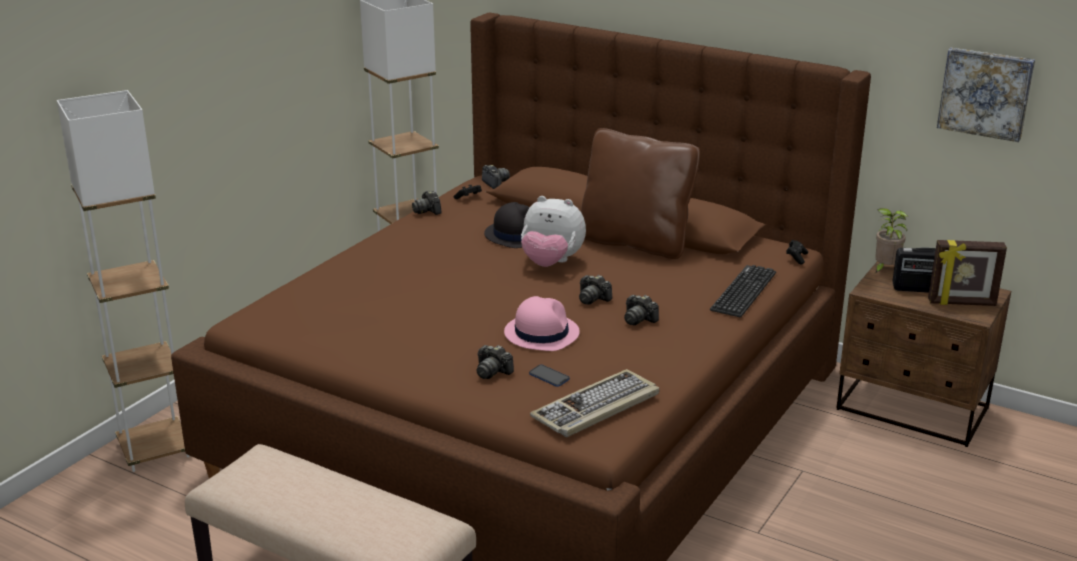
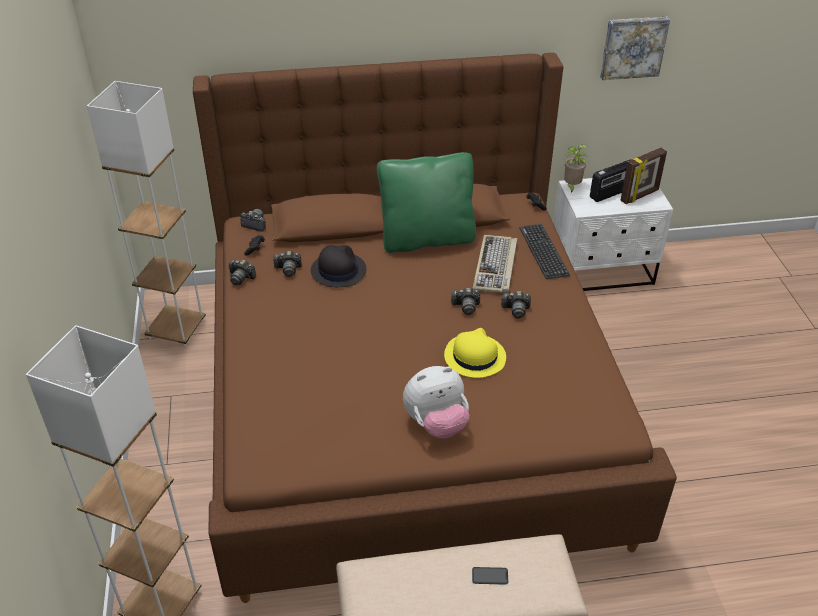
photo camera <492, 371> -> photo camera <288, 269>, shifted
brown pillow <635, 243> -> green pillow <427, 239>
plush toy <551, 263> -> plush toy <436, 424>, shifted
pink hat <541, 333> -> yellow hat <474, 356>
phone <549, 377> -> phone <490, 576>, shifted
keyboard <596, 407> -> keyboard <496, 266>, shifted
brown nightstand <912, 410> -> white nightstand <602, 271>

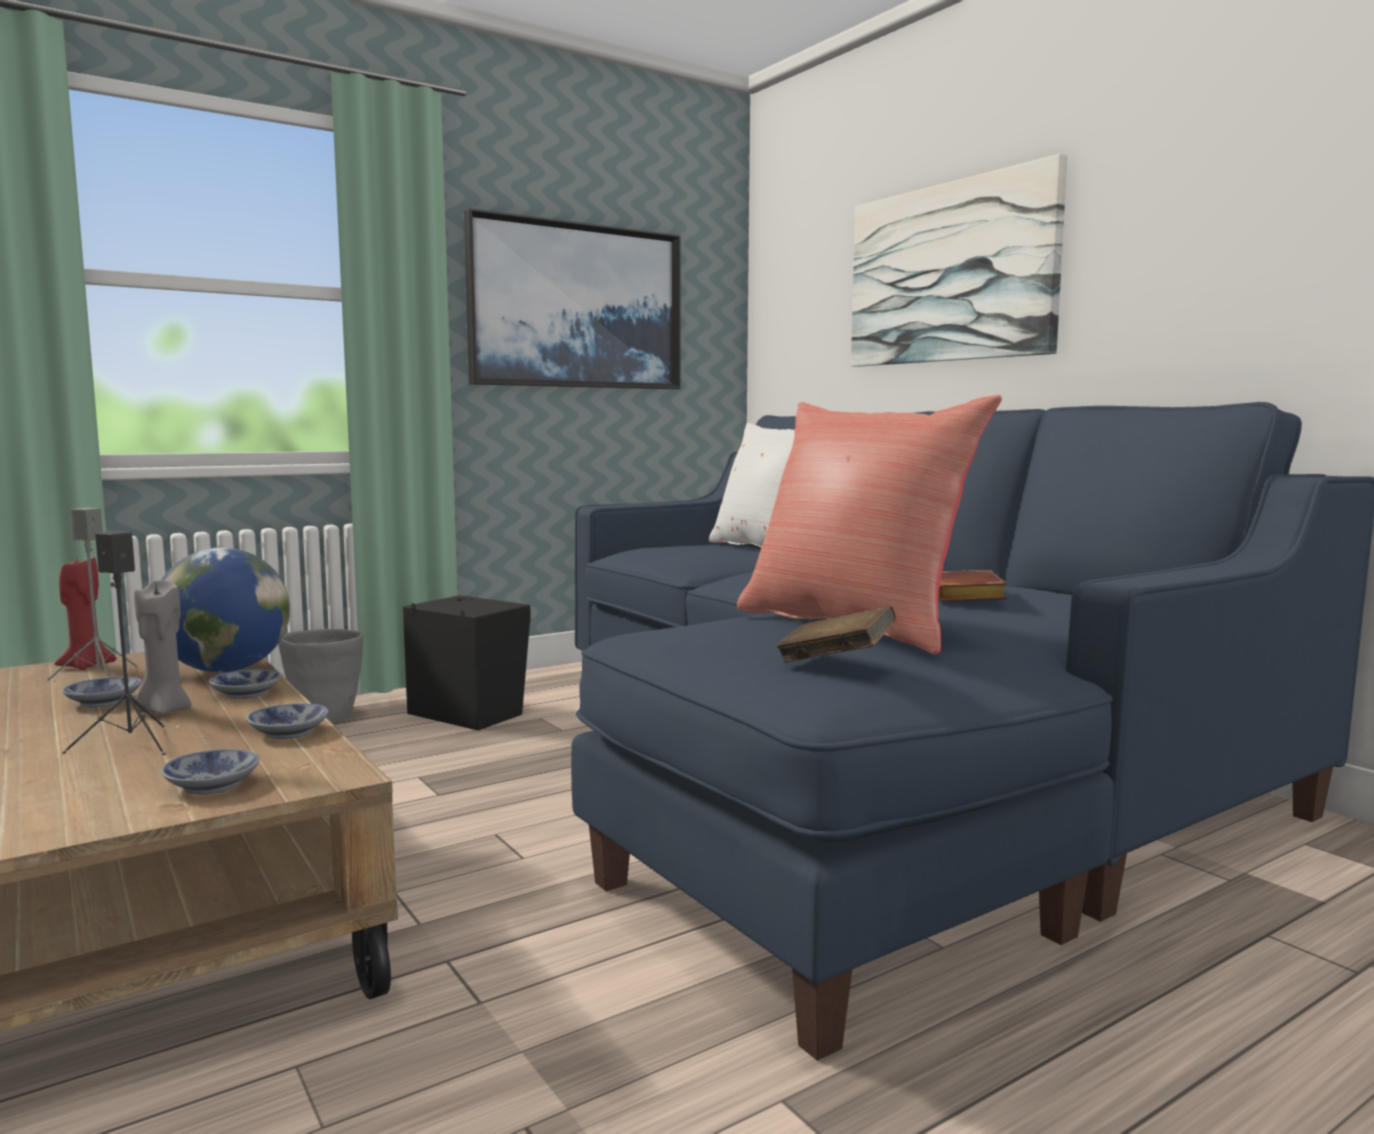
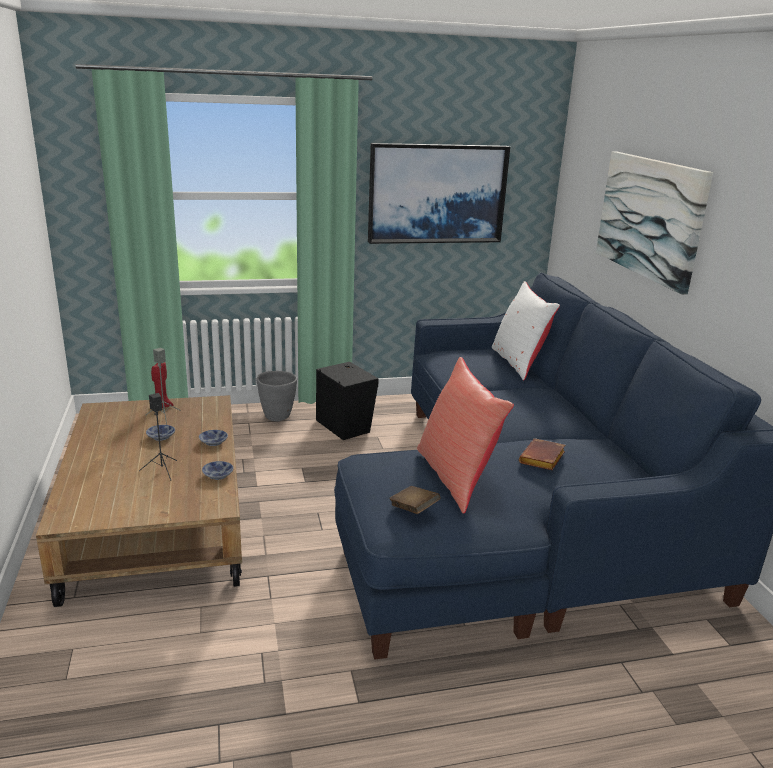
grey candle <163, 710> -> none
globe <226, 670> -> none
bowl <208, 785> -> none

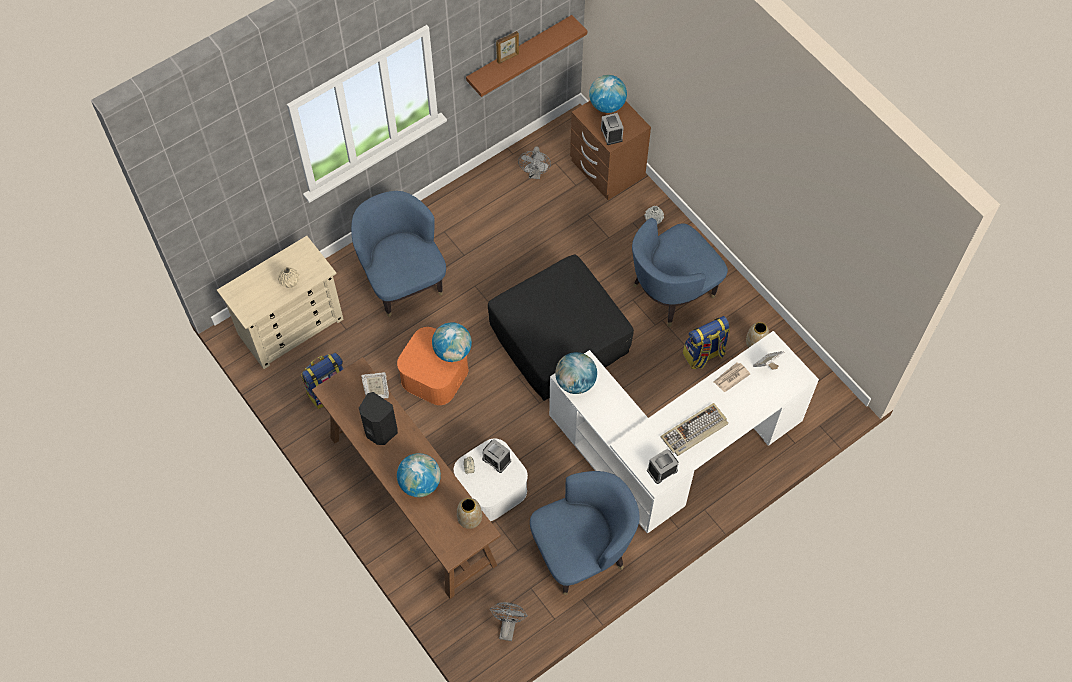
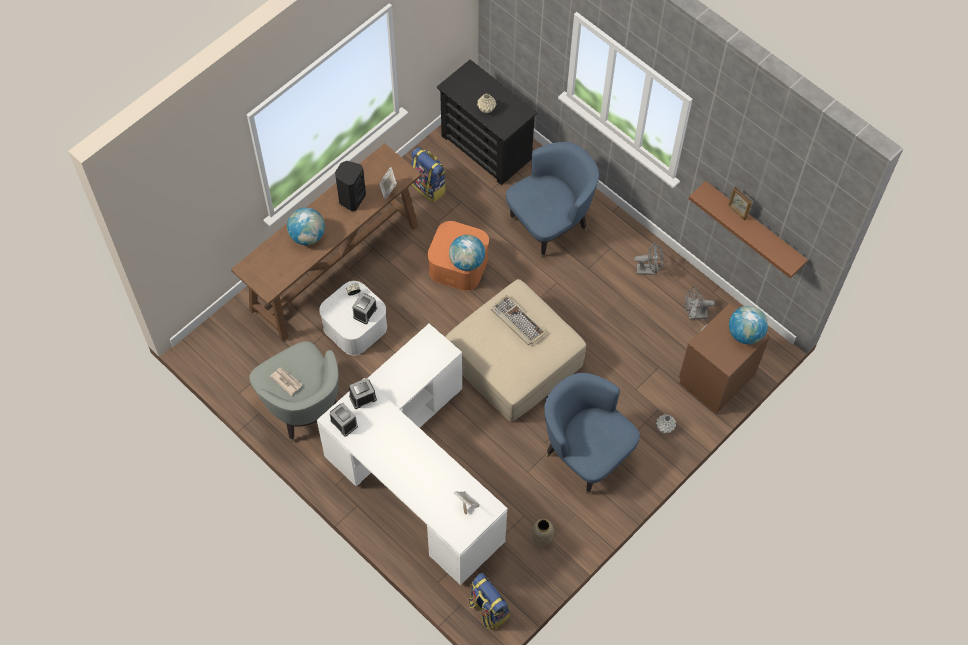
blue armchair <582, 552> -> grey armchair <302, 407>
newspaper <730, 377> -> newspaper <286, 381>, shifted
alarm clock <611, 134> -> alarm clock <363, 397>, shifted
beige dresser <291, 326> -> black dresser <486, 148>
black ottoman <558, 339> -> beige ottoman <513, 360>
backpack <704, 354> -> backpack <488, 609>, shifted
keyboard <694, 431> -> keyboard <517, 321>, shifted
grey fan <507, 625> -> grey fan <649, 270>, shifted
vase <470, 519> -> none
globe <575, 382> -> none

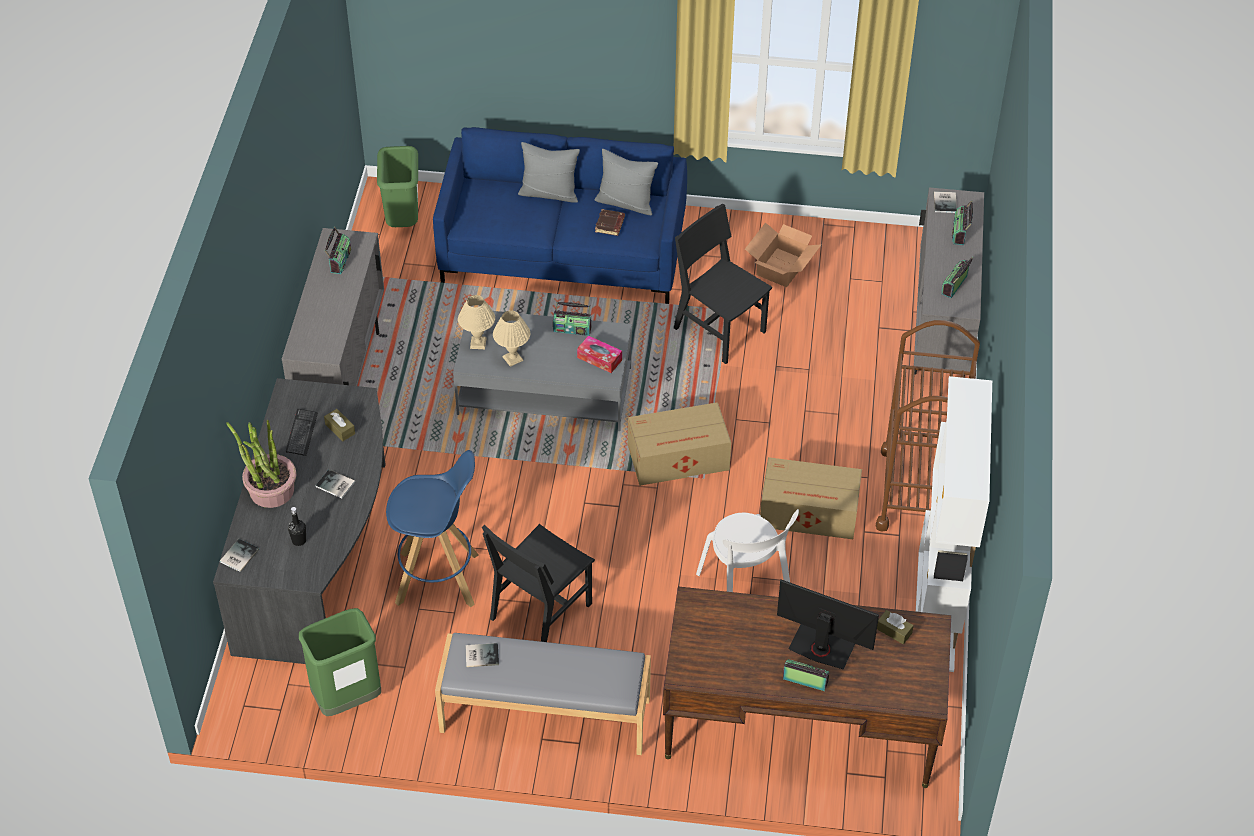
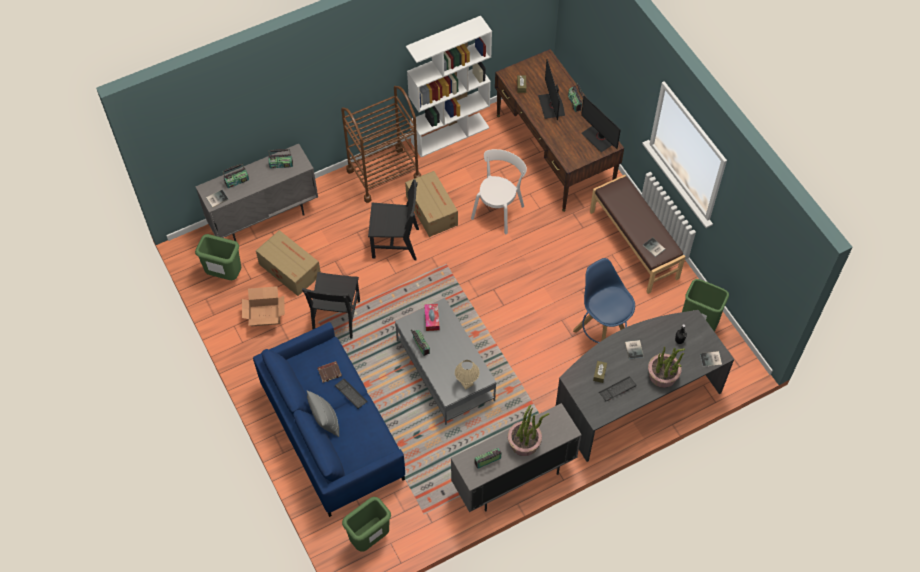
none -> green trash can <224, 275>
cardboard box <680, 457> -> cardboard box <289, 269>, shifted
none -> keyboard <351, 394>
black chair <541, 611> -> black chair <395, 243>, shifted
none -> potted plant <524, 442>
none -> monitor <599, 138>
grey bench <545, 716> -> brown bench <634, 244>
beige table lamp <513, 359> -> none
grey pillow <625, 203> -> none

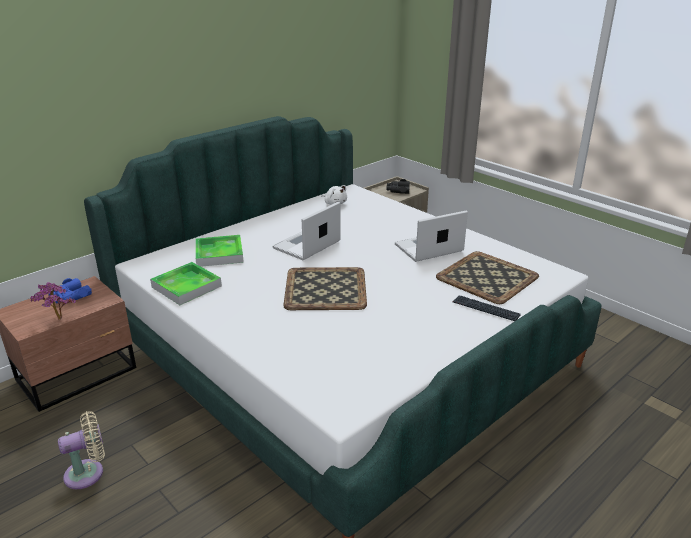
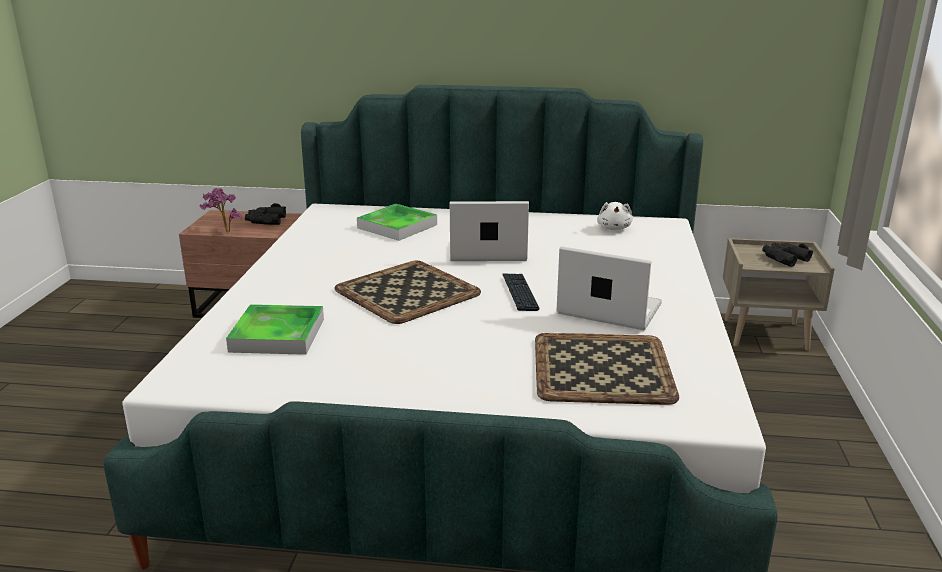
tray <186, 286> -> tray <277, 335>, shifted
blue binoculars <70, 296> -> black binoculars <265, 220>
keyboard <485, 309> -> keyboard <519, 293>, shifted
beige fan <88, 473> -> none

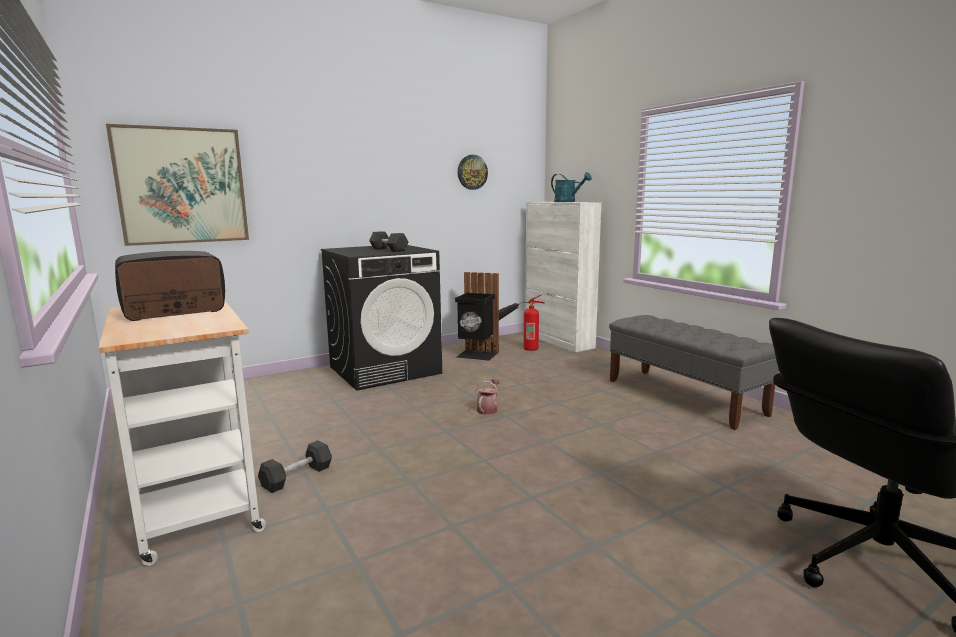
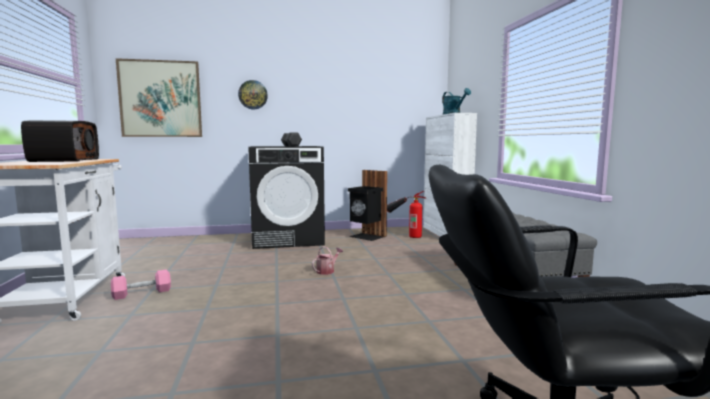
radio <173, 311> -> radio <64, 160>, 90 degrees clockwise
grey dumbbell <297, 477> -> pink dumbbell <142, 293>
wall clock <472, 172> -> wall clock <253, 95>, shifted

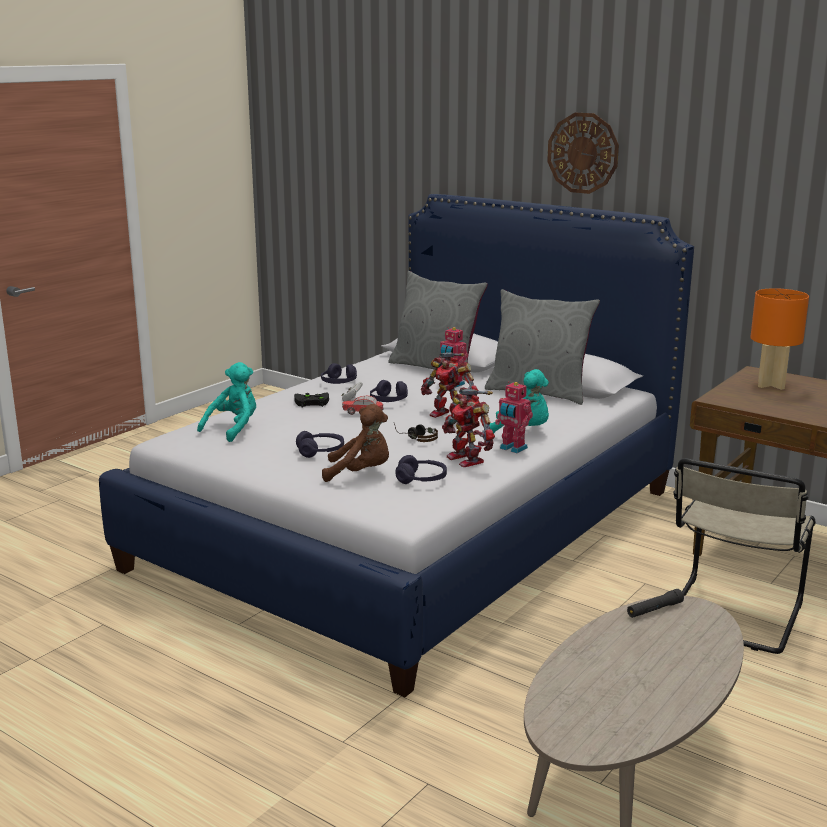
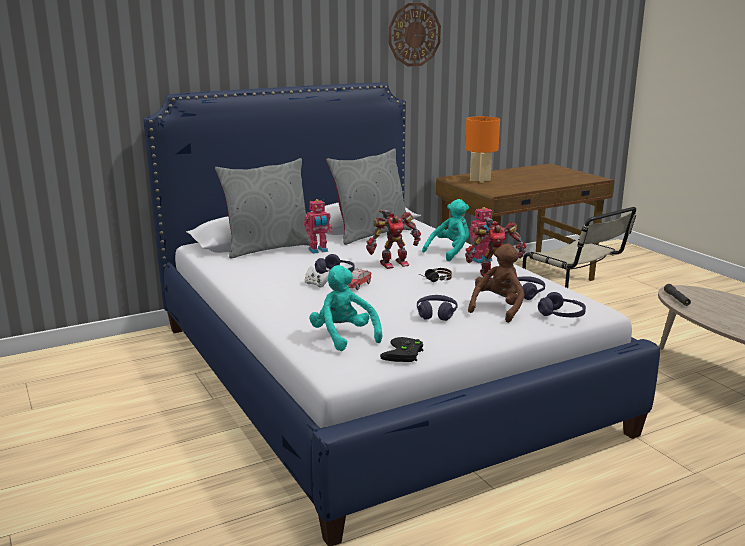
black game controller <310, 402> -> black game controller <404, 354>, shifted
wall clock <583, 153> -> wall clock <414, 34>, shifted
purple headphones <339, 382> -> purple headphones <561, 315>, shifted

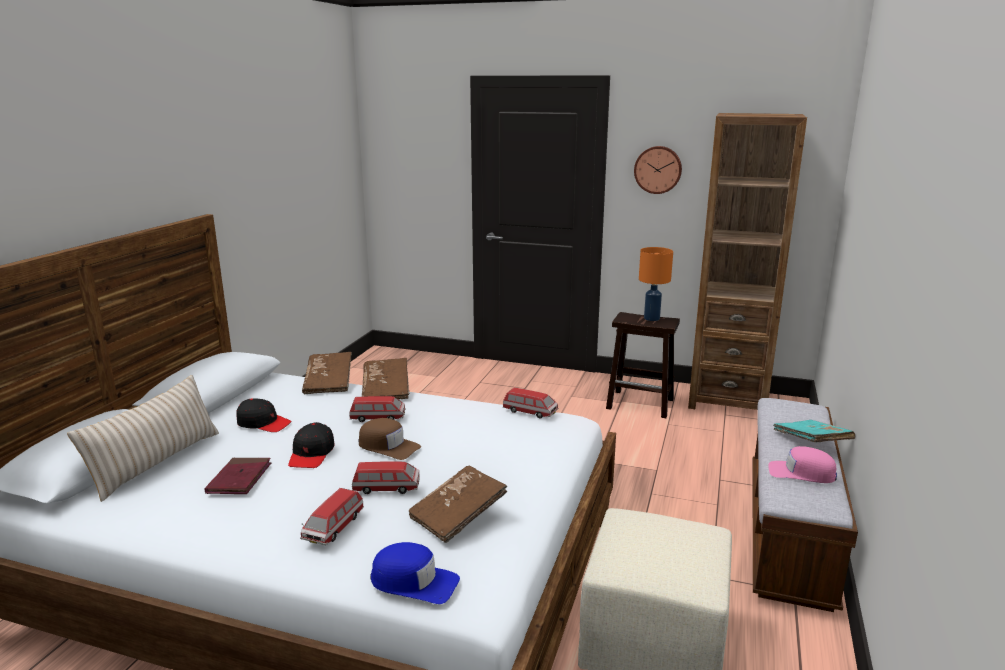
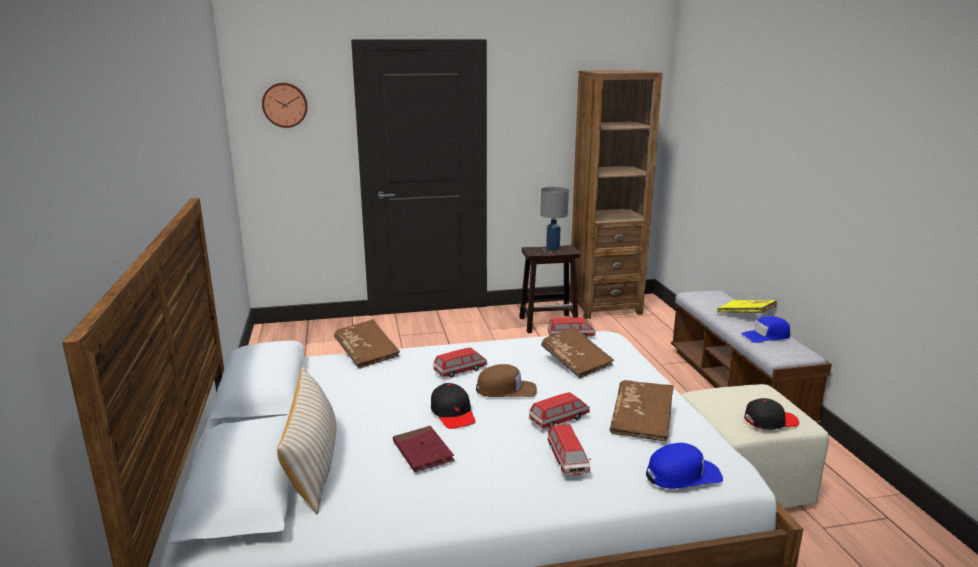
wall clock <658, 169> -> wall clock <285, 105>, shifted
orange table lamp <652, 318> -> grey table lamp <553, 248>
brown book <386, 390> -> brown book <576, 362>, shifted
turquoise book <811, 442> -> yellow book <746, 315>
pink cap <801, 473> -> blue cap <766, 336>
black cap <263, 423> -> black cap <770, 421>, shifted

